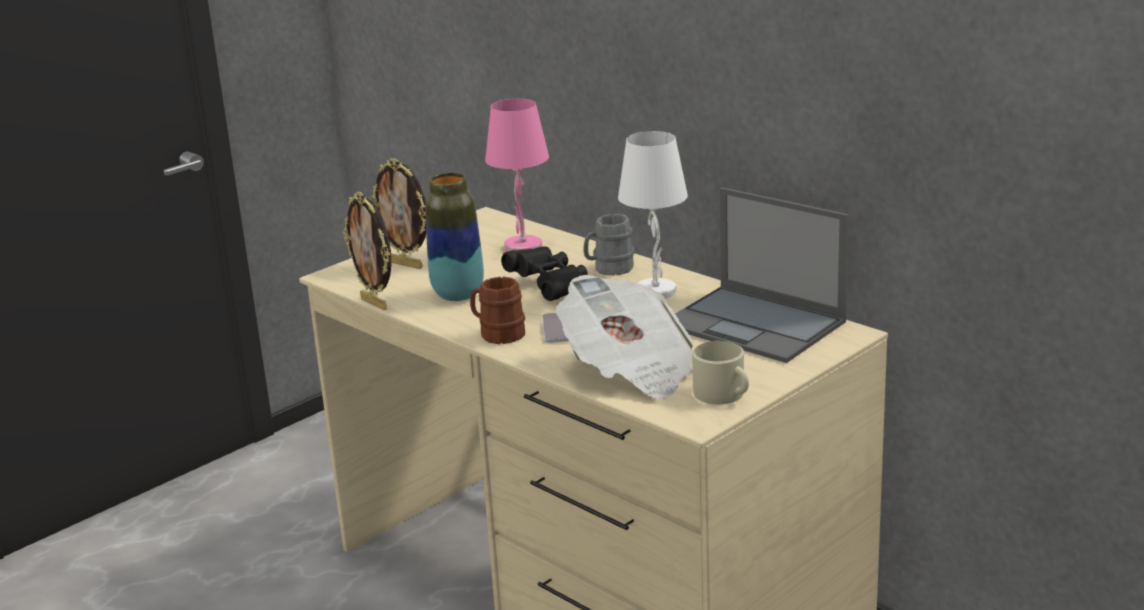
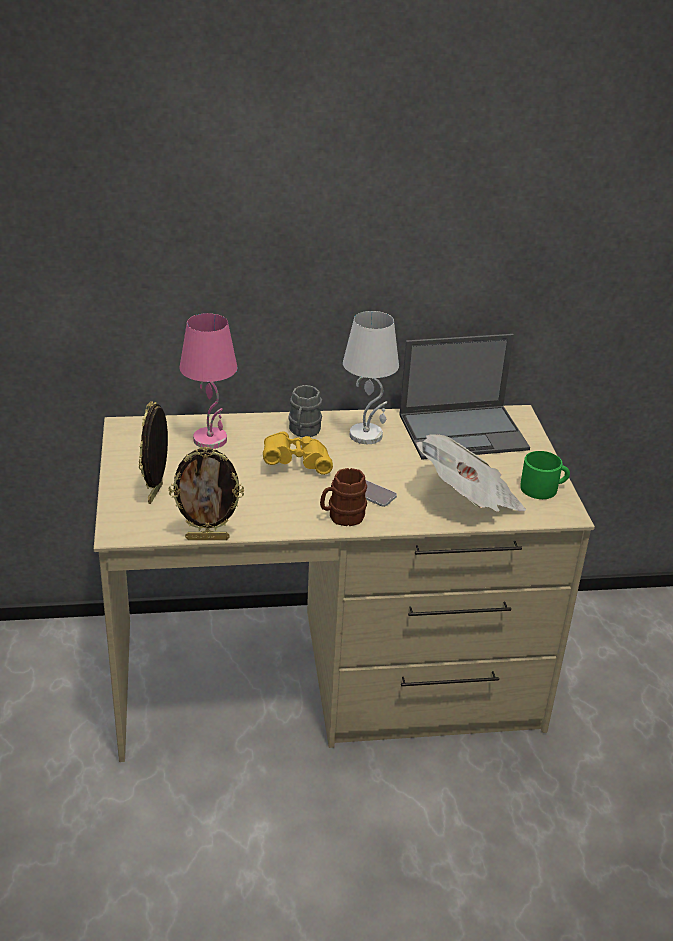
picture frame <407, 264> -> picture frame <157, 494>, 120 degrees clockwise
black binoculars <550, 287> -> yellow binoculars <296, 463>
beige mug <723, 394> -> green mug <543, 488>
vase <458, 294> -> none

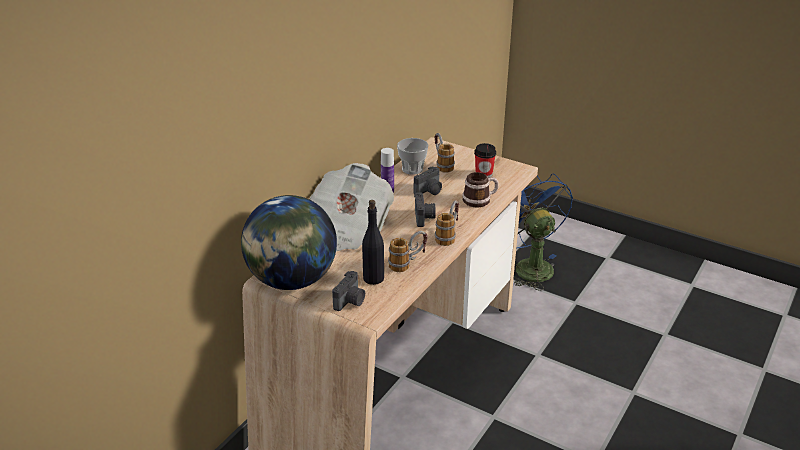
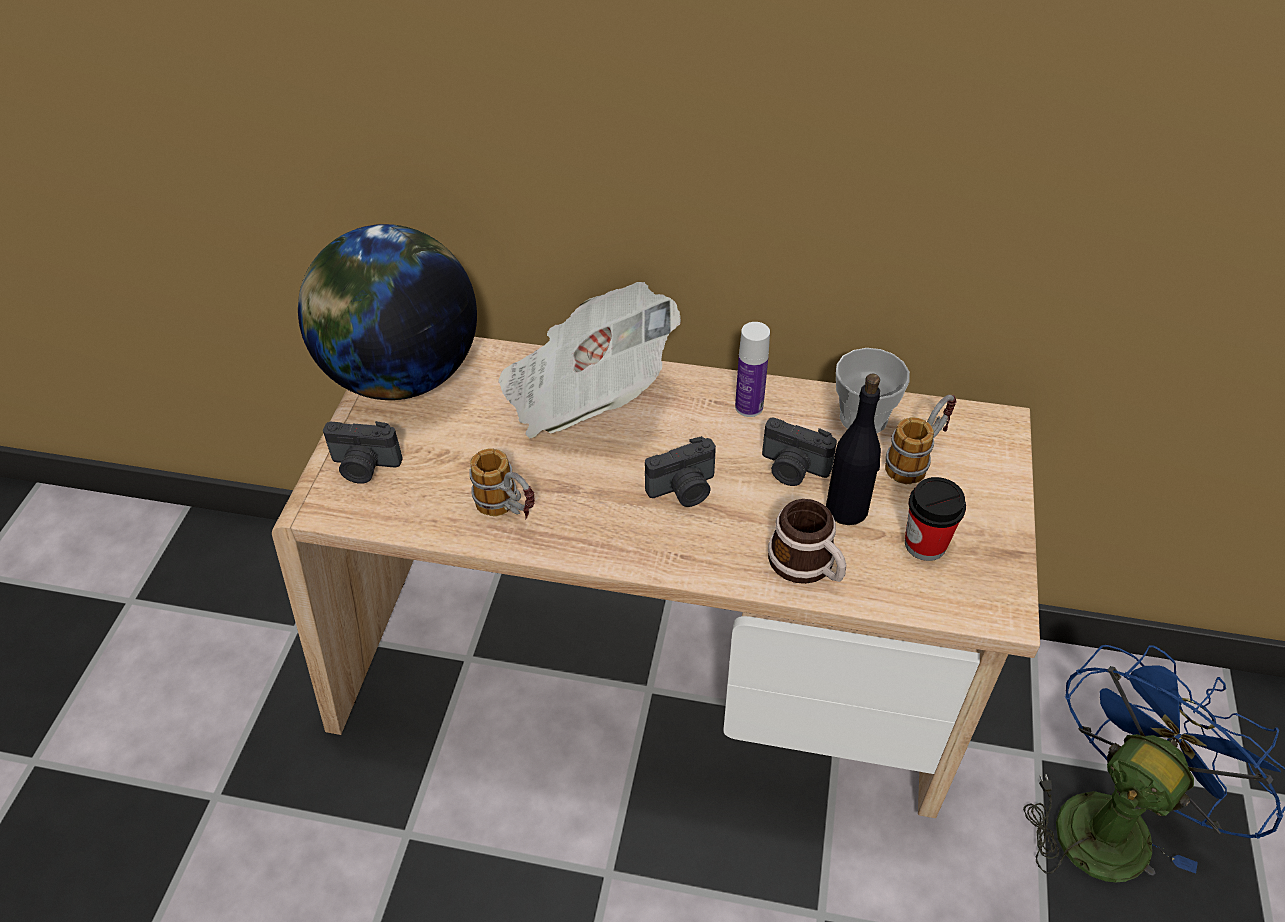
black bottle <373, 278> -> black bottle <847, 509>, shifted
mug <448, 235> -> none

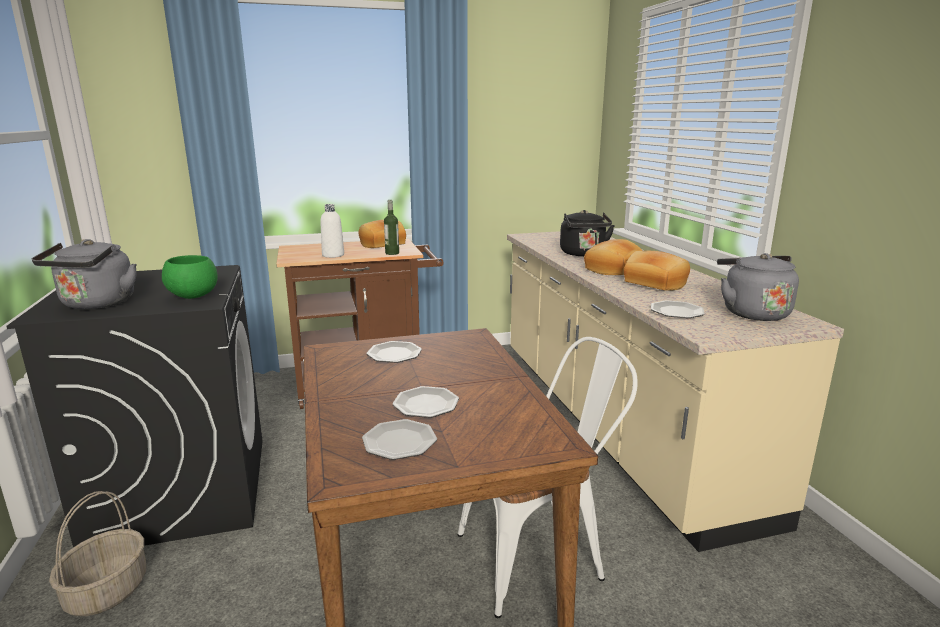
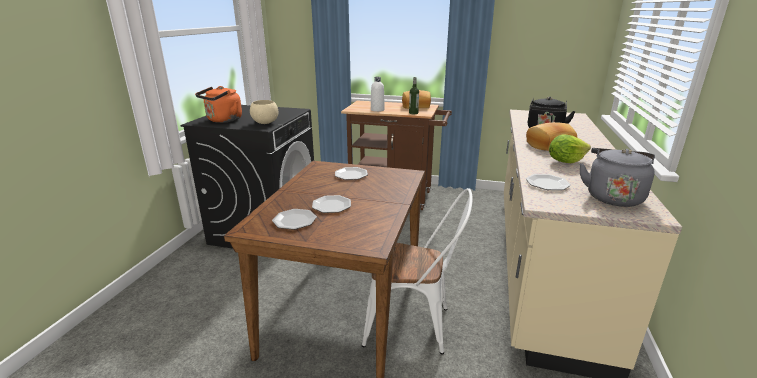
grey kettle <96, 304> -> orange kettle <223, 120>
green bowl <192, 297> -> beige bowl <265, 123>
bread <654, 284> -> lettuce <565, 161>
basket <107, 590> -> none

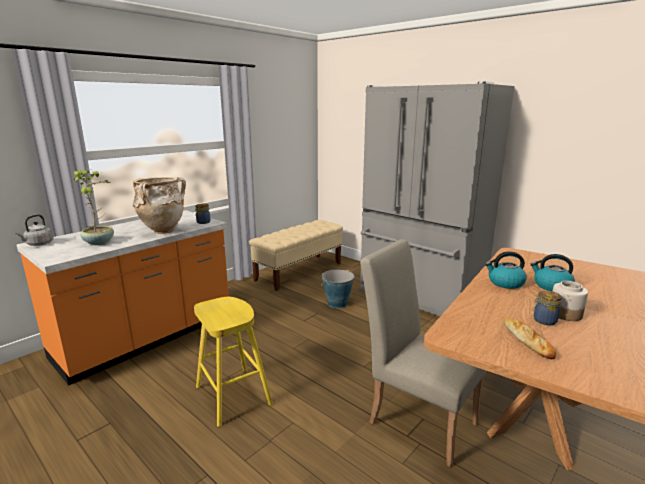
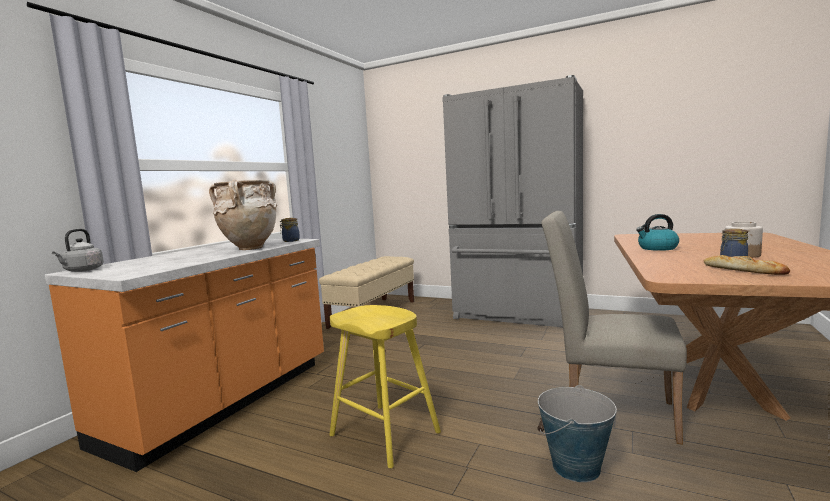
bucket <337, 303> -> bucket <575, 467>, shifted
potted plant <99, 242> -> none
kettle <551, 286> -> none

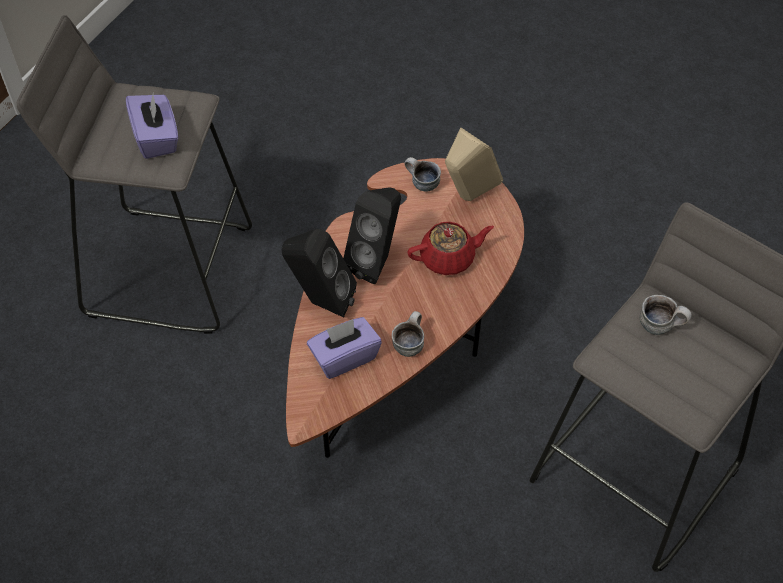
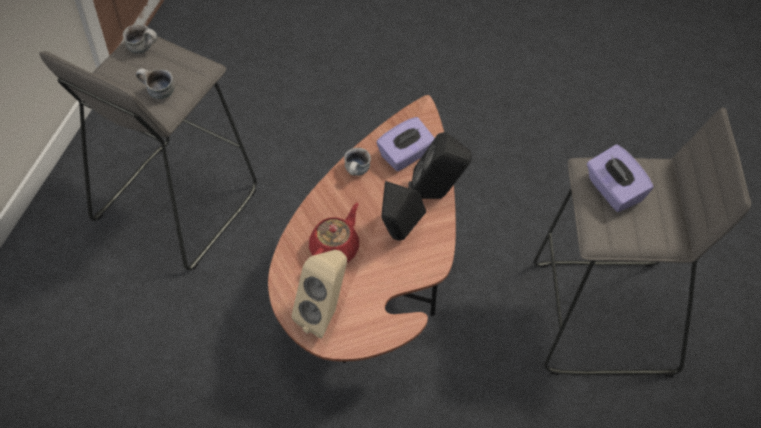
mug <421, 184> -> mug <144, 48>, shifted
red teapot <448, 258> -> red teapot <335, 249>, 150 degrees clockwise

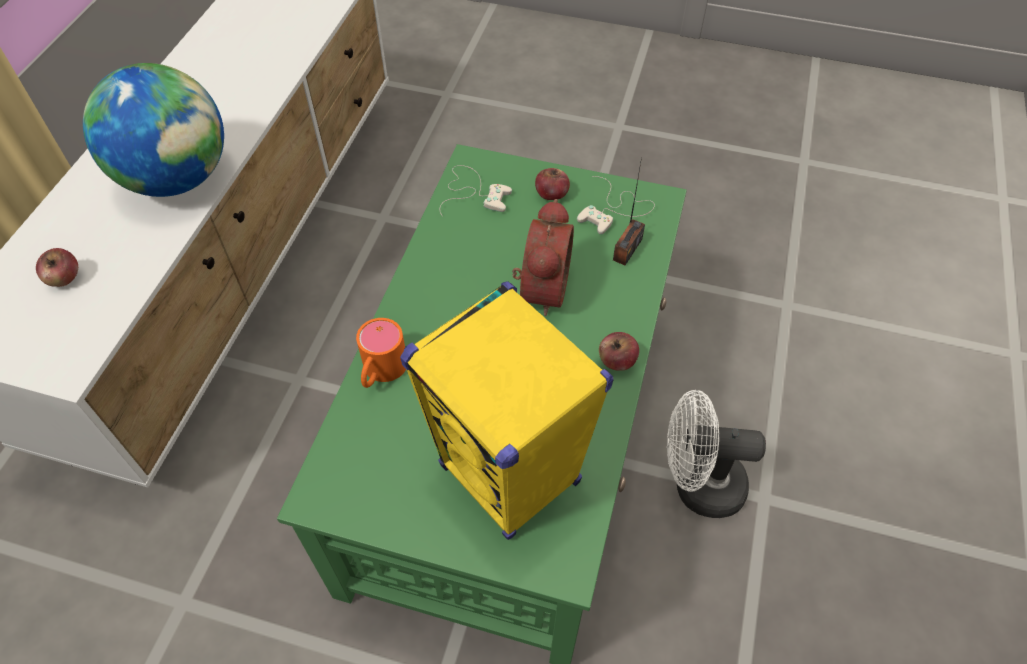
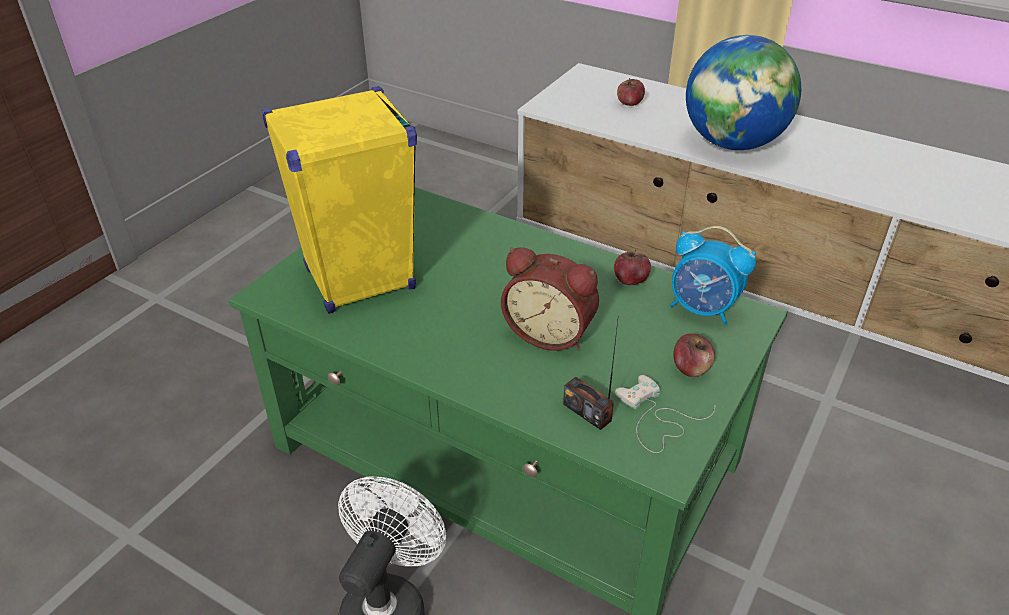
apple <616, 361> -> apple <630, 280>, shifted
white game controller <473, 192> -> alarm clock <703, 309>
orange mug <381, 372> -> none

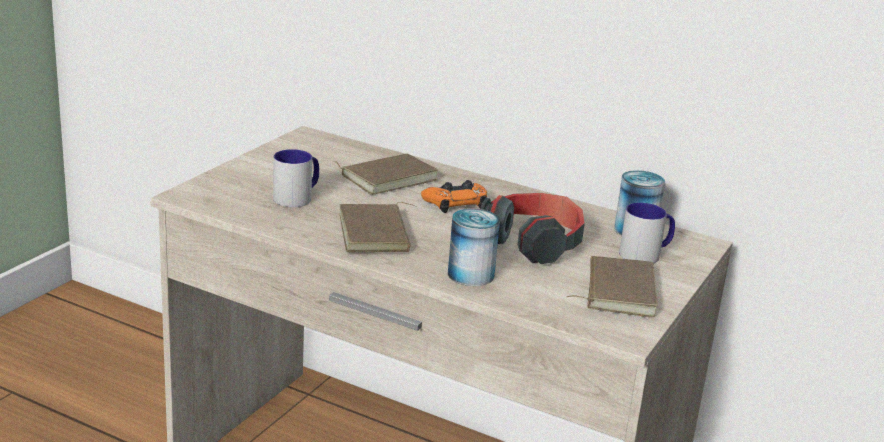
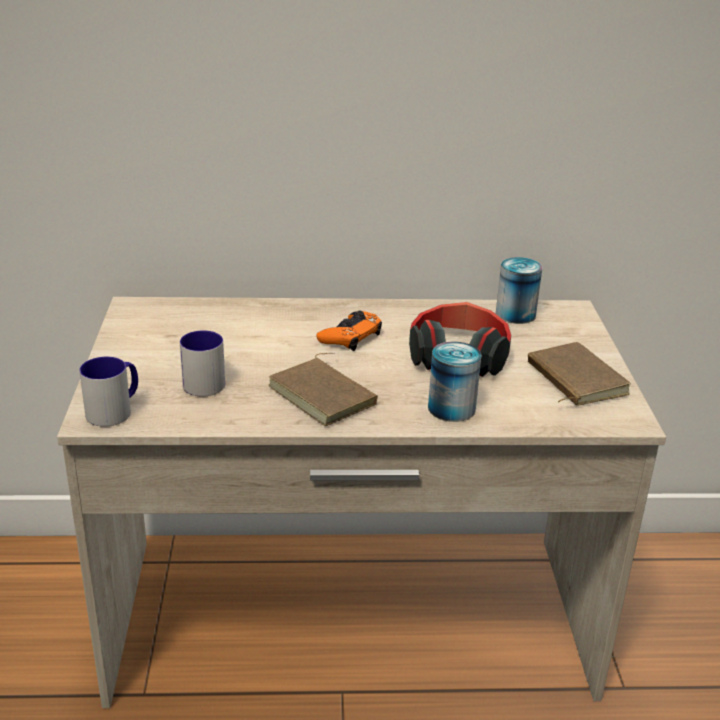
mug <646, 254> -> mug <115, 410>, shifted
brown book <388, 177> -> none

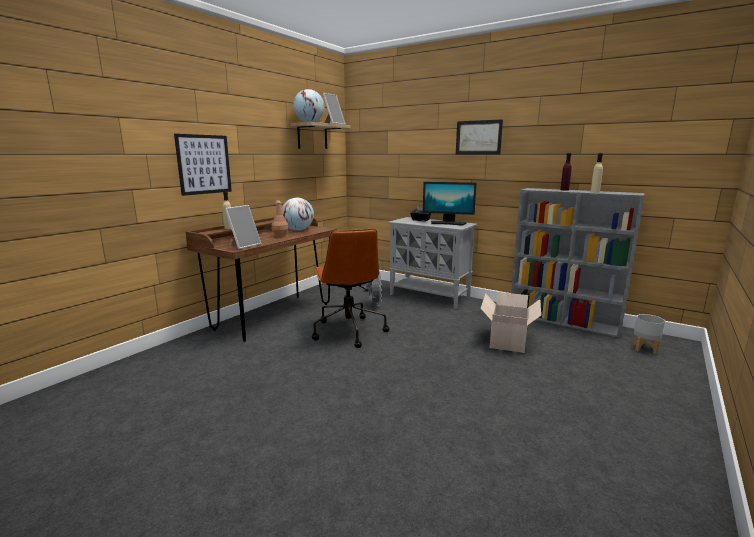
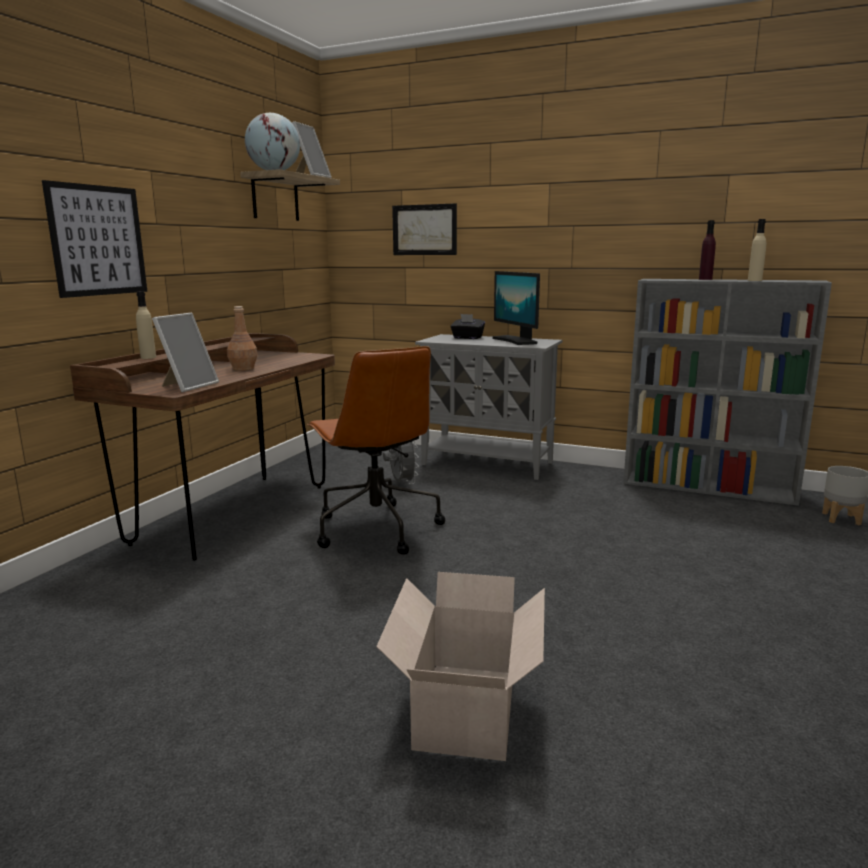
cardboard box <507, 340> -> cardboard box <464, 712>, shifted
picture <478, 137> -> picture <424, 230>, shifted
monitor <448, 223> -> monitor <516, 341>, 60 degrees clockwise
globe <298, 230> -> none

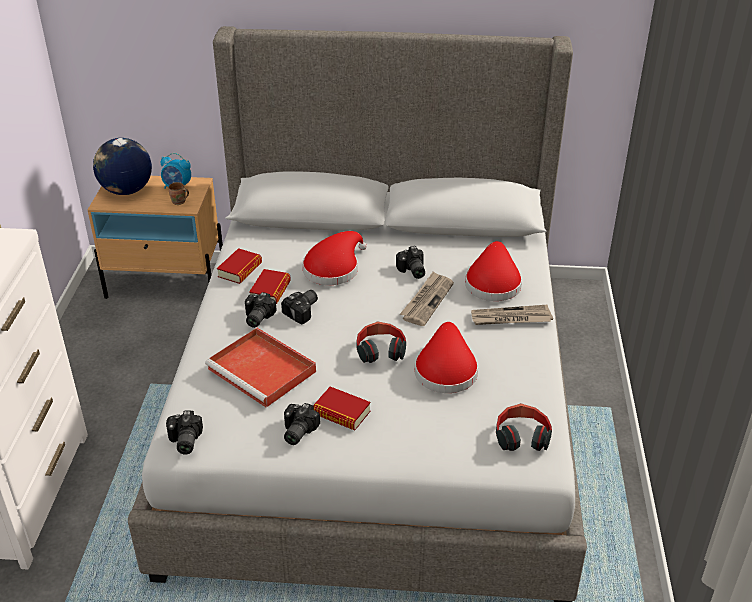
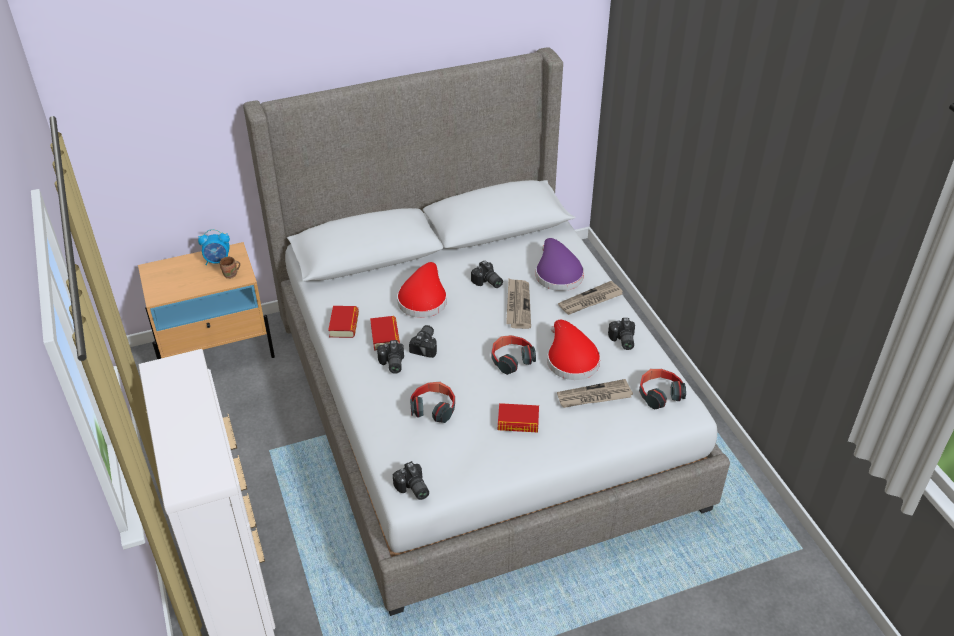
red tray <263, 371> -> headphones <433, 408>
red hat <492, 282> -> purple hat <557, 274>
none -> newspaper <594, 396>
photo camera <296, 432> -> photo camera <622, 341>, shifted
globe <126, 191> -> none

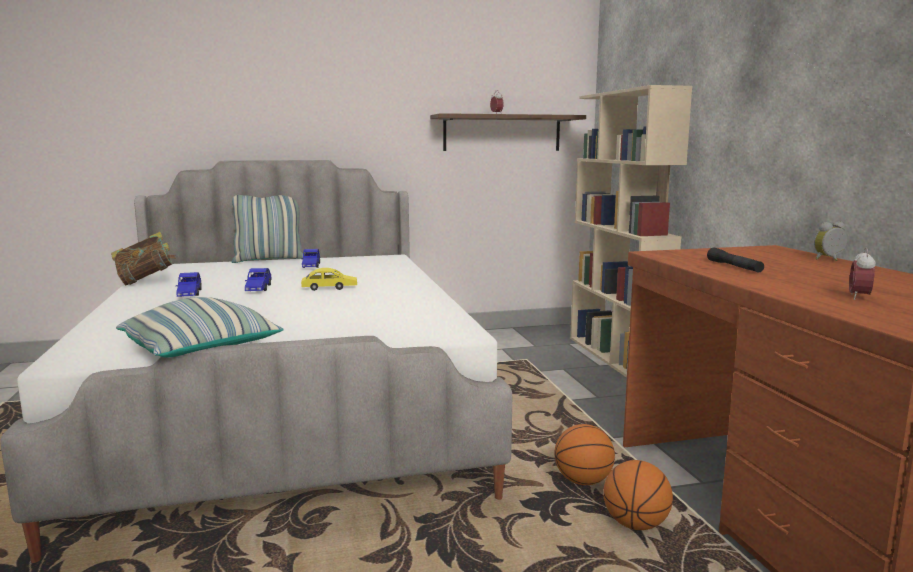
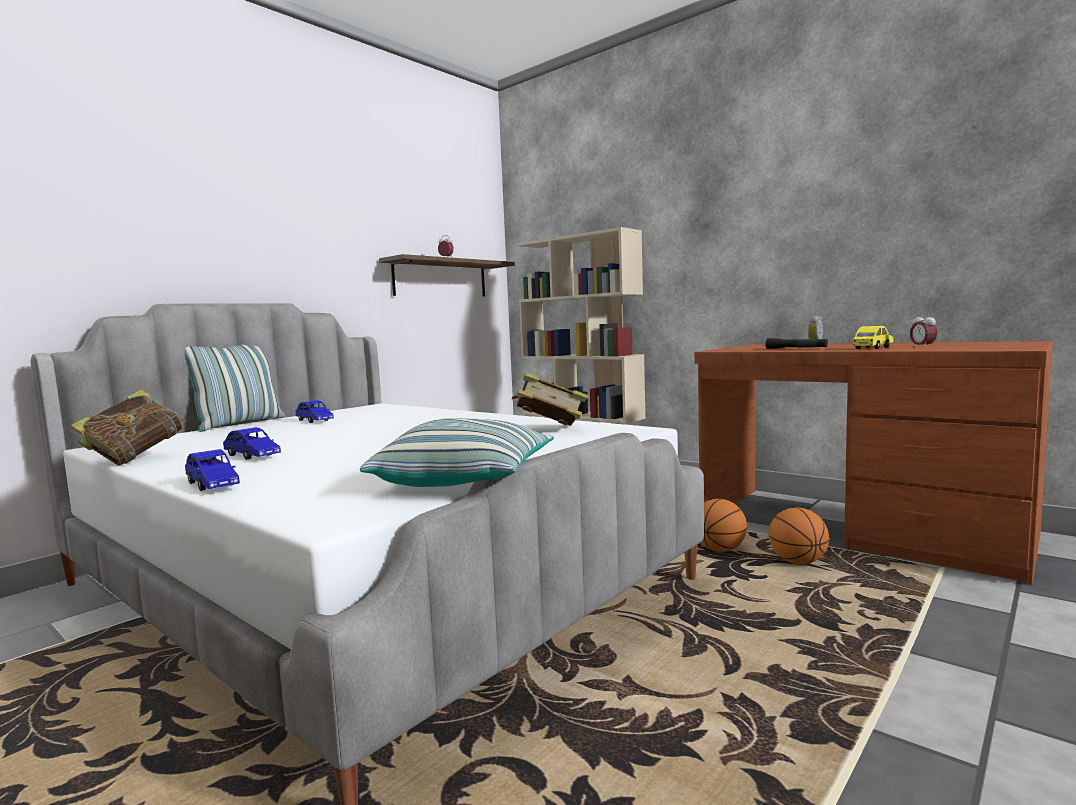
blue toy car <259, 288> -> blue toy car <212, 485>, shifted
none -> book <549, 429>
yellow toy car <329, 288> -> yellow toy car <873, 348>, shifted

